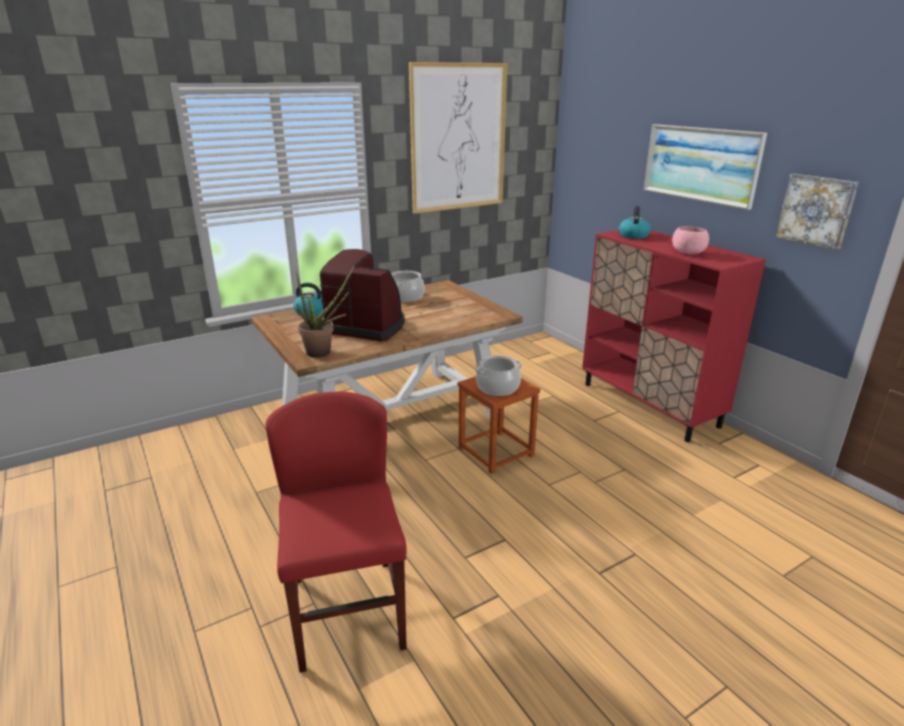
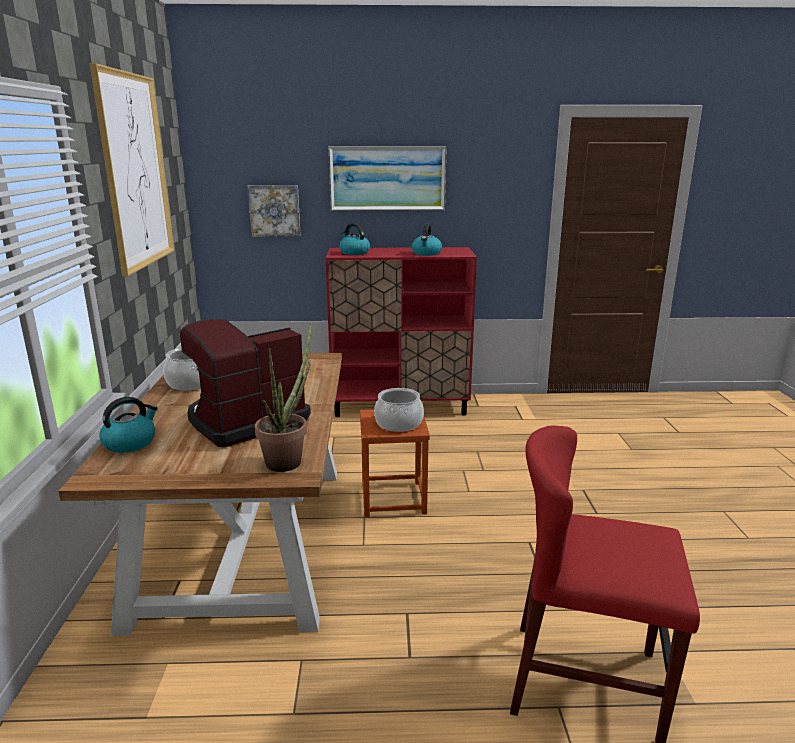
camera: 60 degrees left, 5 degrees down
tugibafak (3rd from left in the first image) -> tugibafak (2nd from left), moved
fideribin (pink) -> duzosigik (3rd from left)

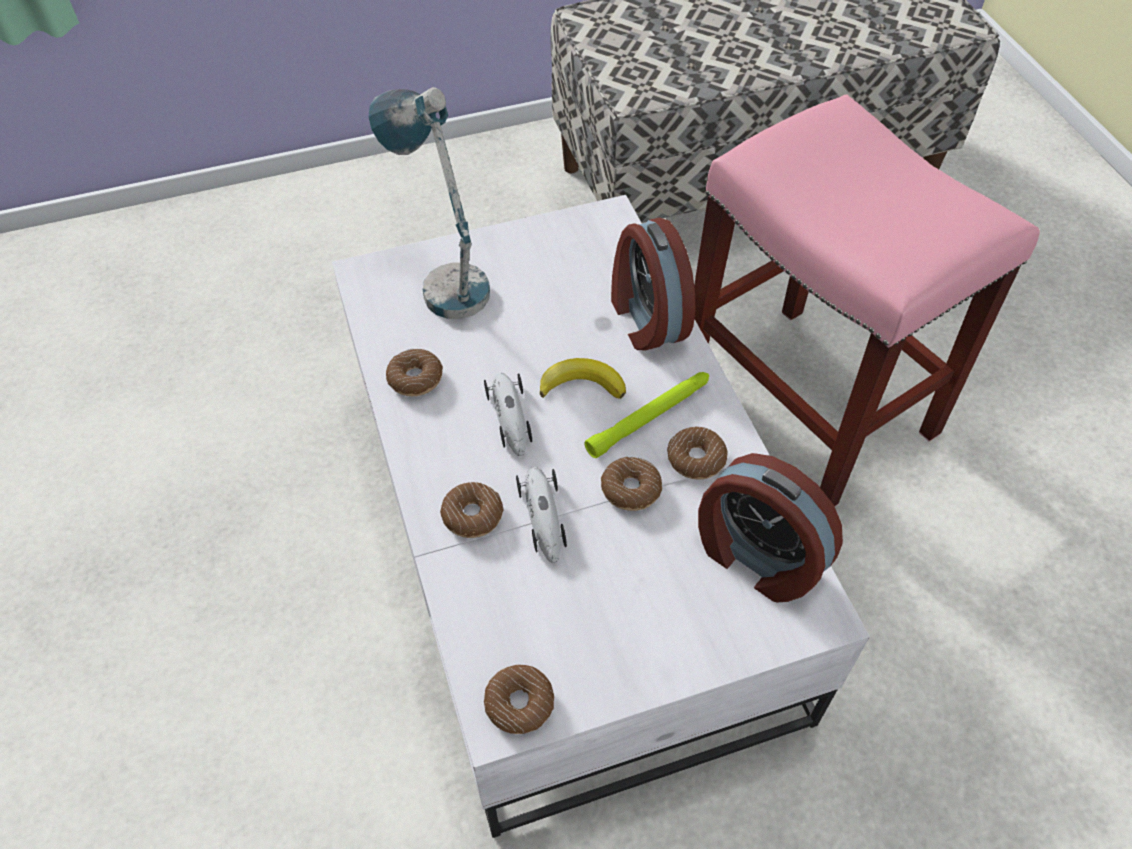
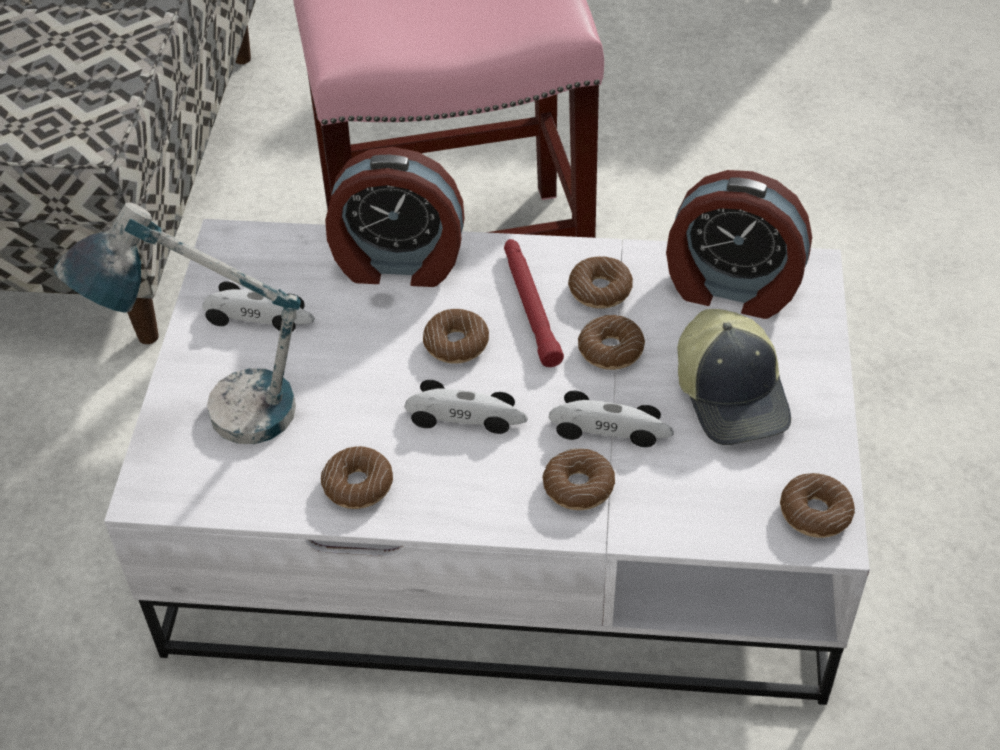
camera: 65 degrees left, 5 degrees down
none -> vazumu (1st from left)
none -> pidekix
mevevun -> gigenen (2nd from left)
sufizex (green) -> sufizex (red)
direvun (2nd from left), 45 degrees clockwise

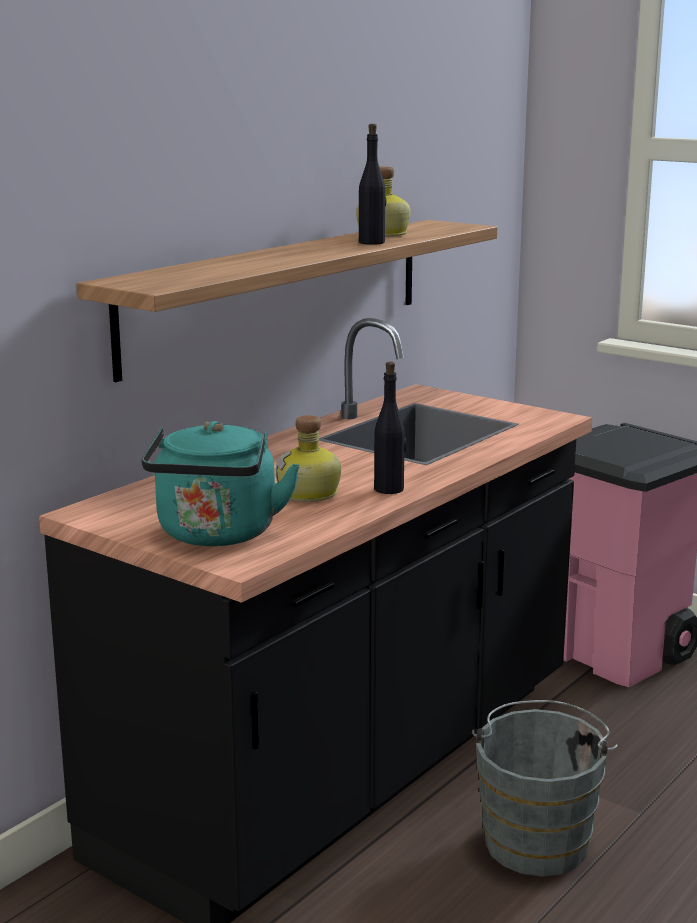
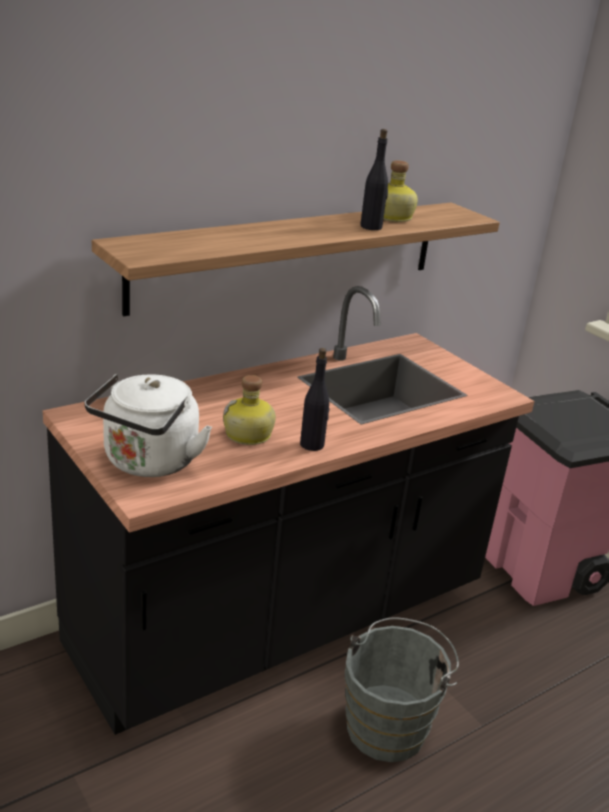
camera: 15 degrees right, 10 degrees up
duzosigik (turquoise) -> duzosigik (white)

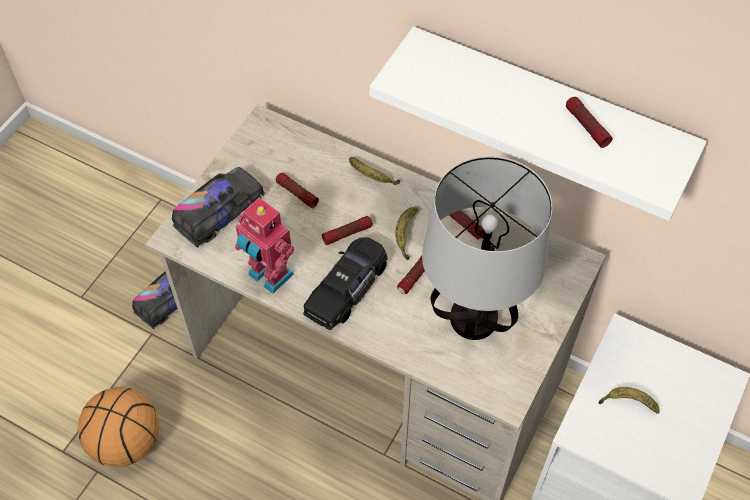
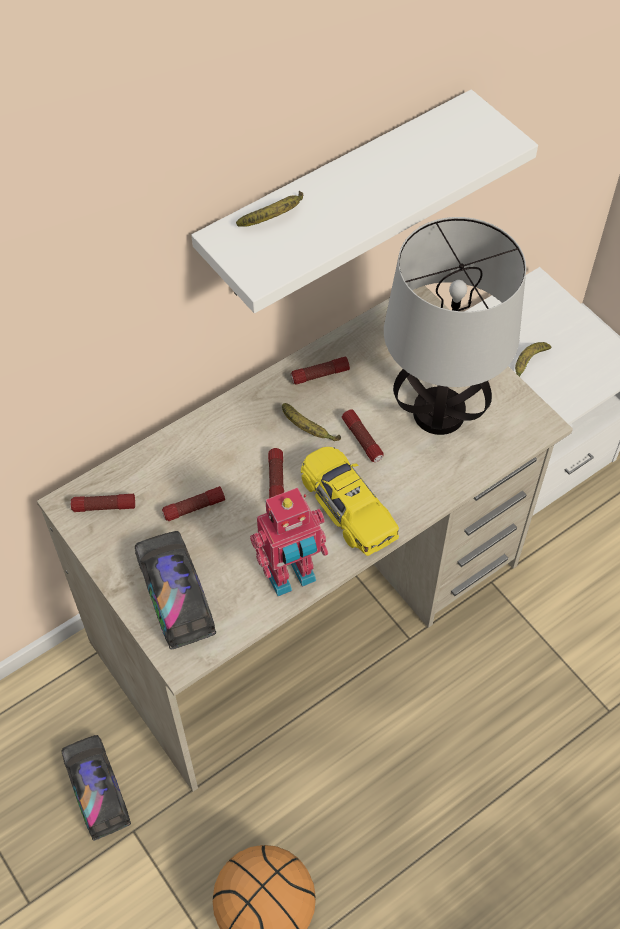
camera: 65 degrees left, 0 degrees up
mevevun (1st from left), moved
sufizex (5th from left in the first image) -> sufizex (1st from left), moved
vazumu (black) -> vazumu (yellow)

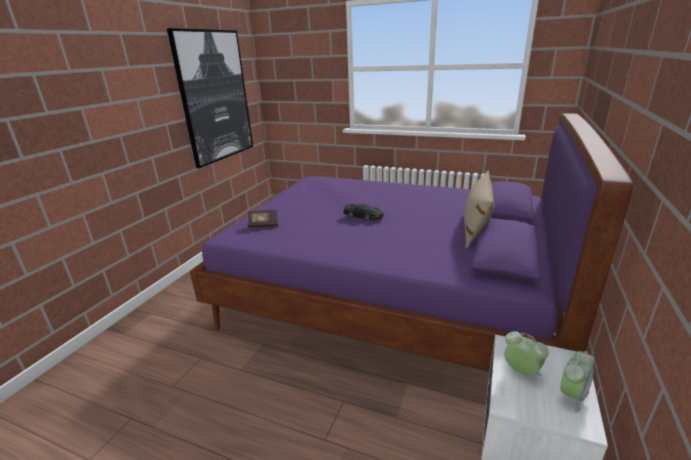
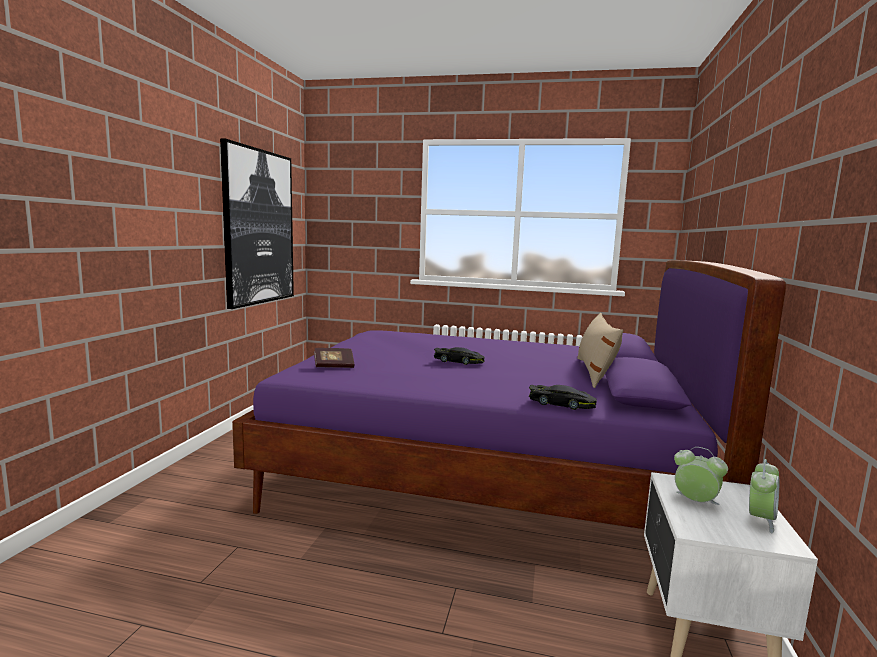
camera: 10 degrees left, 15 degrees down
none -> vazumu (black) (2nd from left)

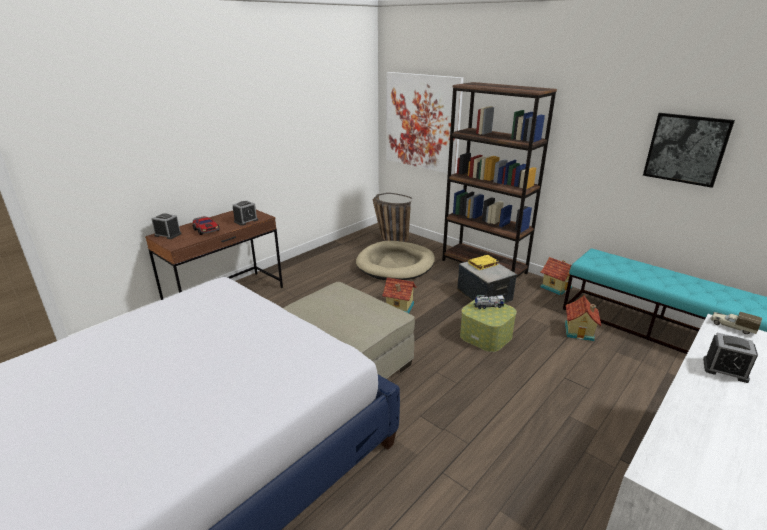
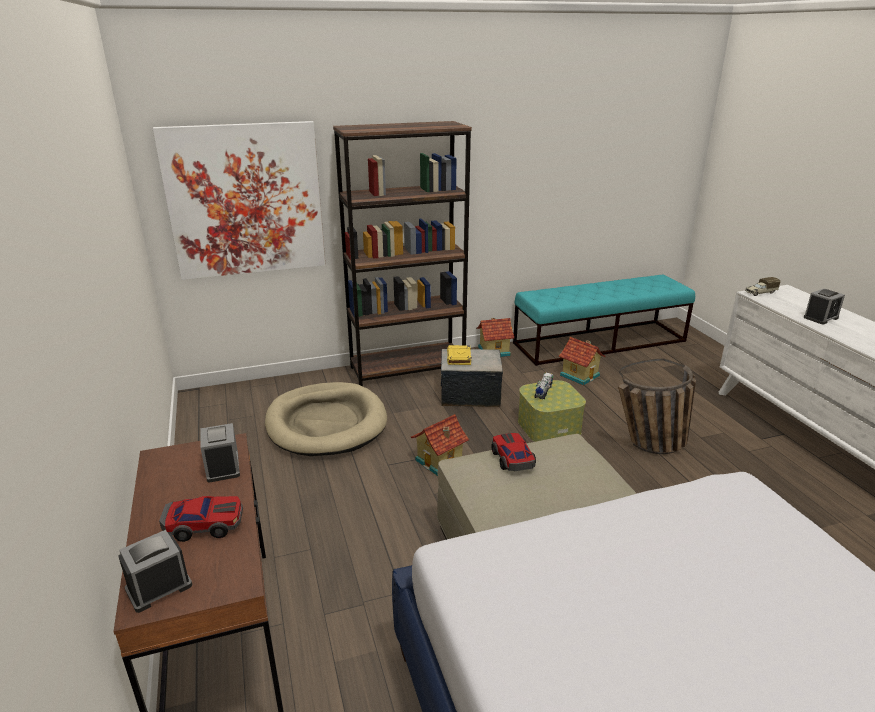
camera: 60 degrees left, 0 degrees up
tugibafak (2nd from left) -> none
none -> vazumu (2nd from left)
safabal, moved

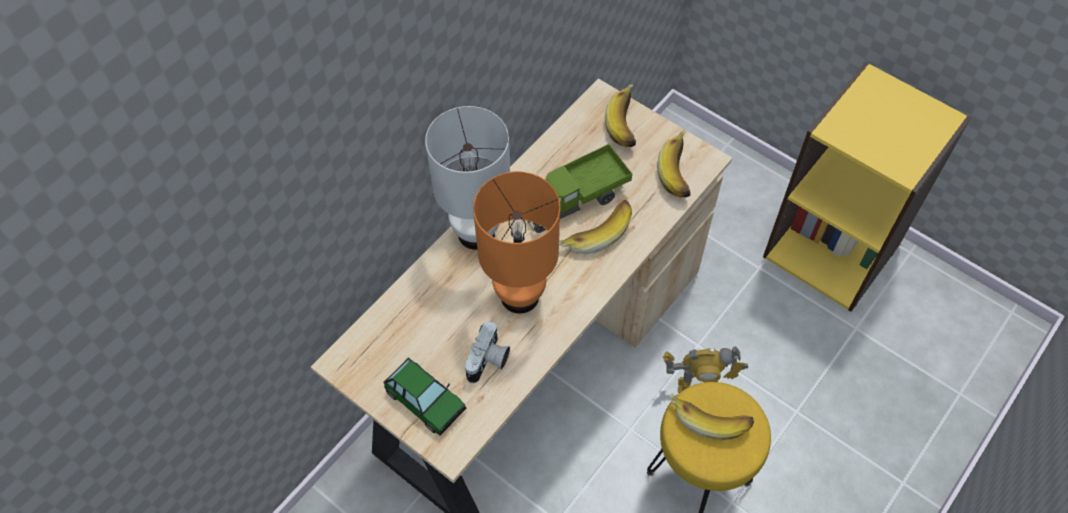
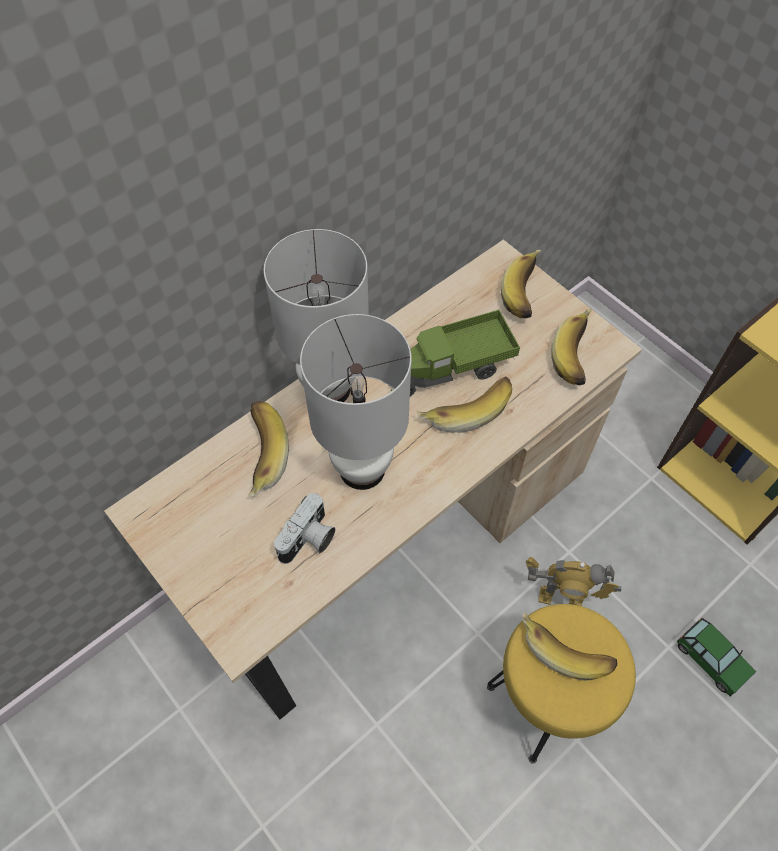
camera: 10 degrees right, 0 degrees up
none -> mevevun (1st from left)
vazumu, moved
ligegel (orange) -> ligegel (white) (2nd from left)

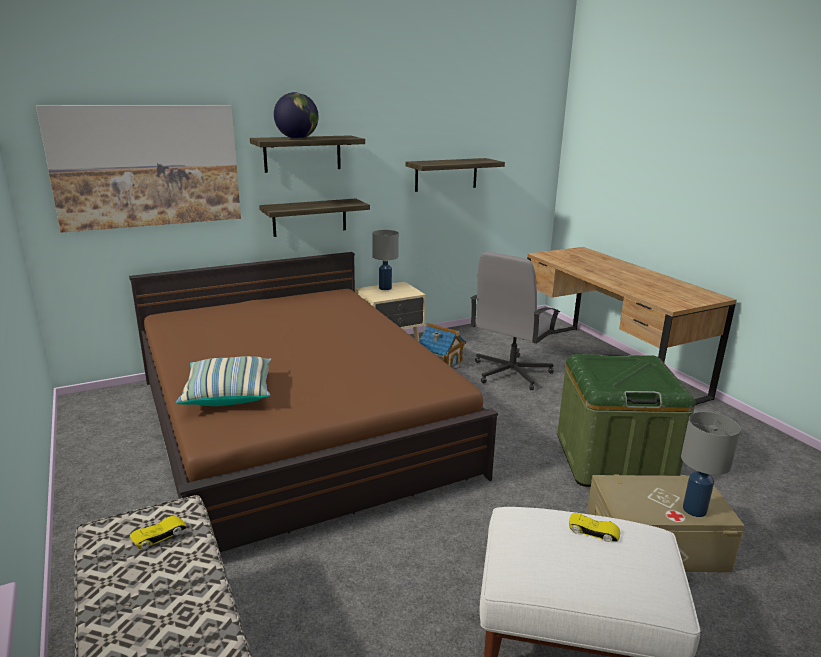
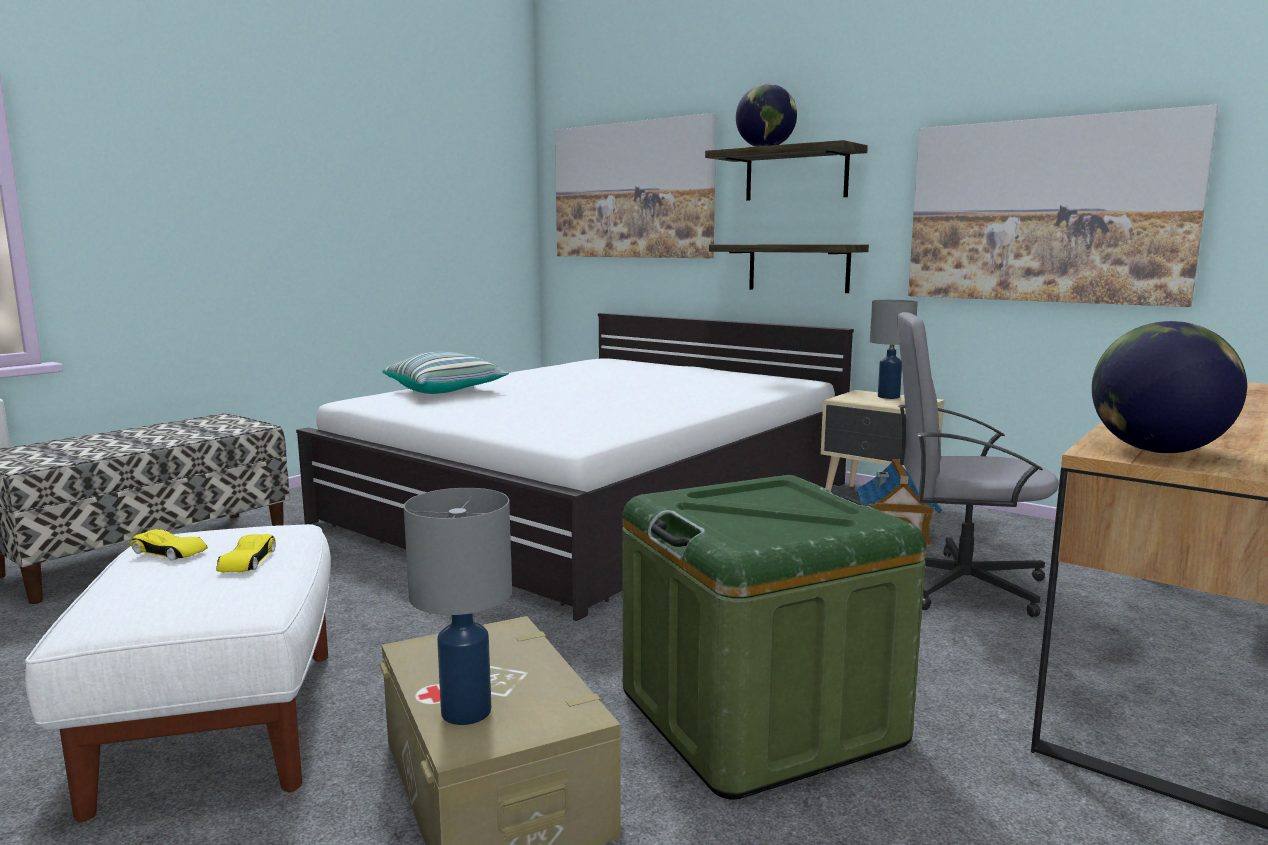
camera: 65 degrees right, 10 degrees down
none -> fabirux (2nd from left)
vazumu (yellow) (1st from left), moved
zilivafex (3rd from left) -> tugibafak (2nd from left)
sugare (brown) -> sugare (white)

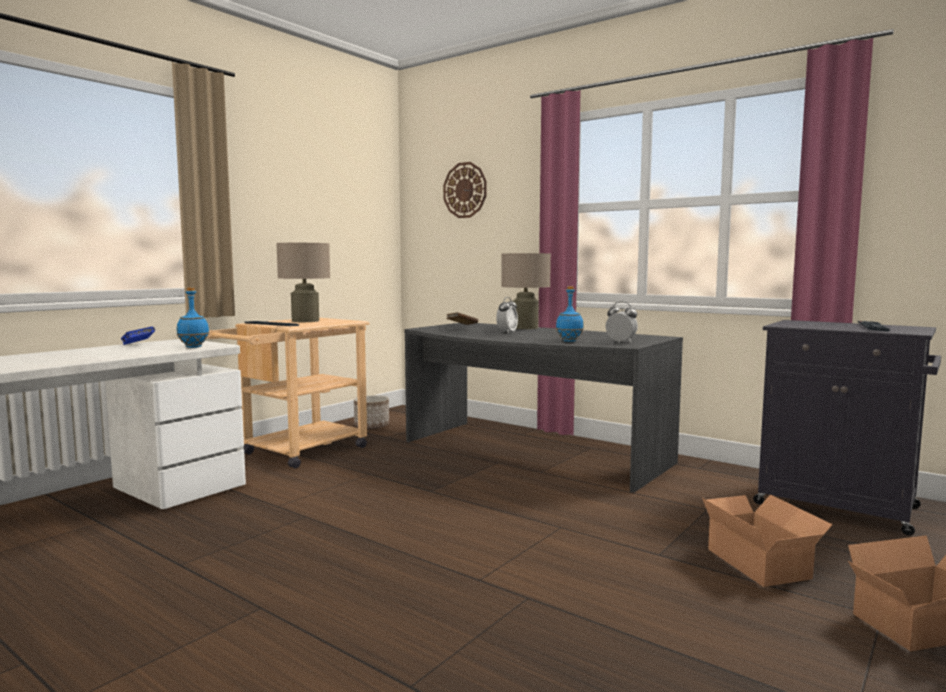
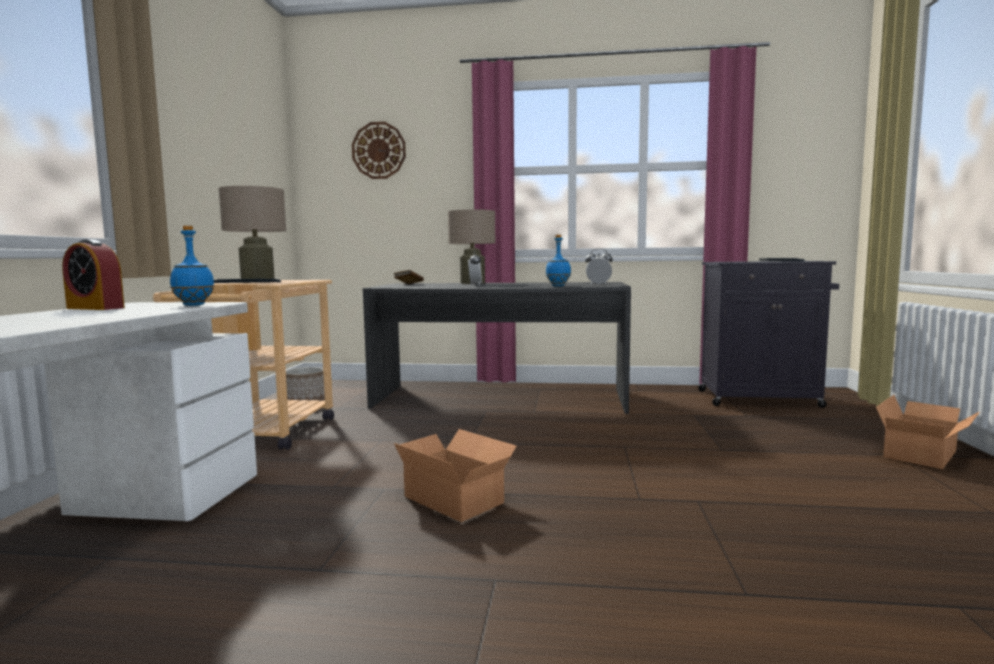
camera: 30 degrees left, 0 degrees up
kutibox (1st from left), moved
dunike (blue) -> direvun (1st from left)

